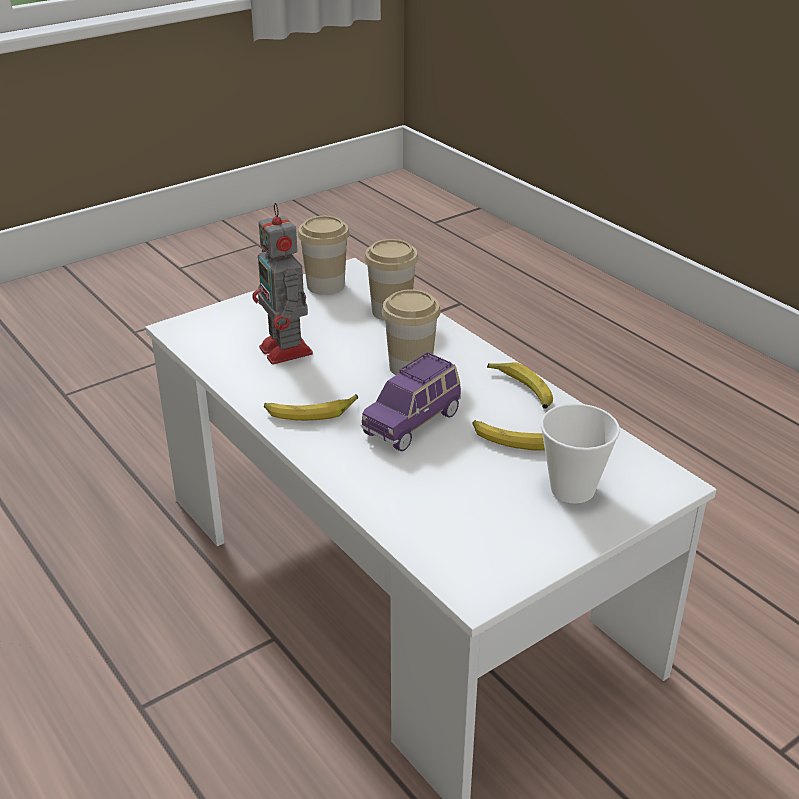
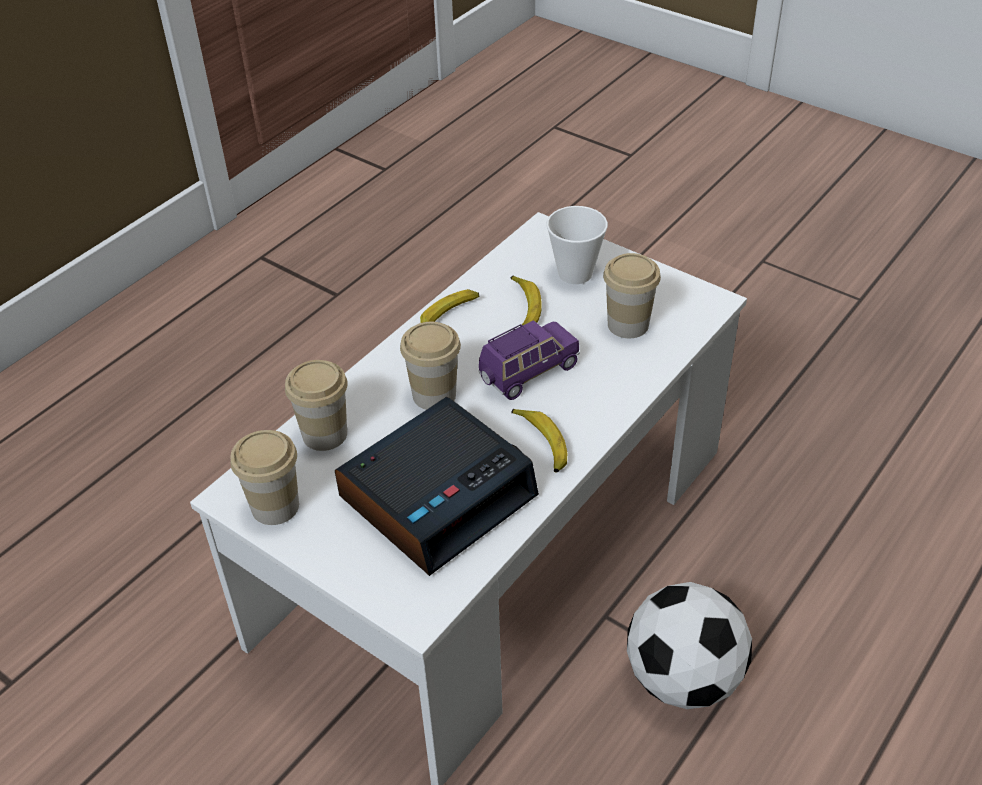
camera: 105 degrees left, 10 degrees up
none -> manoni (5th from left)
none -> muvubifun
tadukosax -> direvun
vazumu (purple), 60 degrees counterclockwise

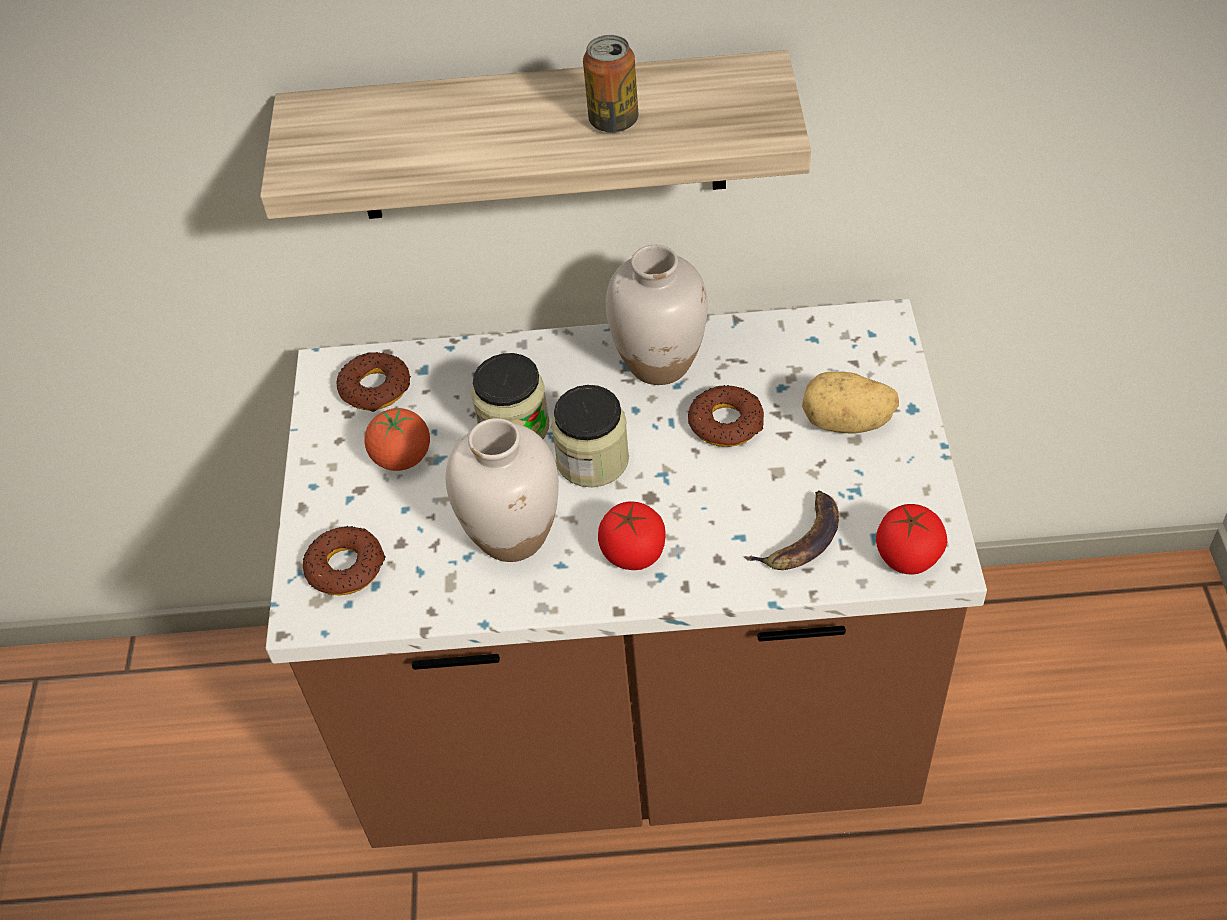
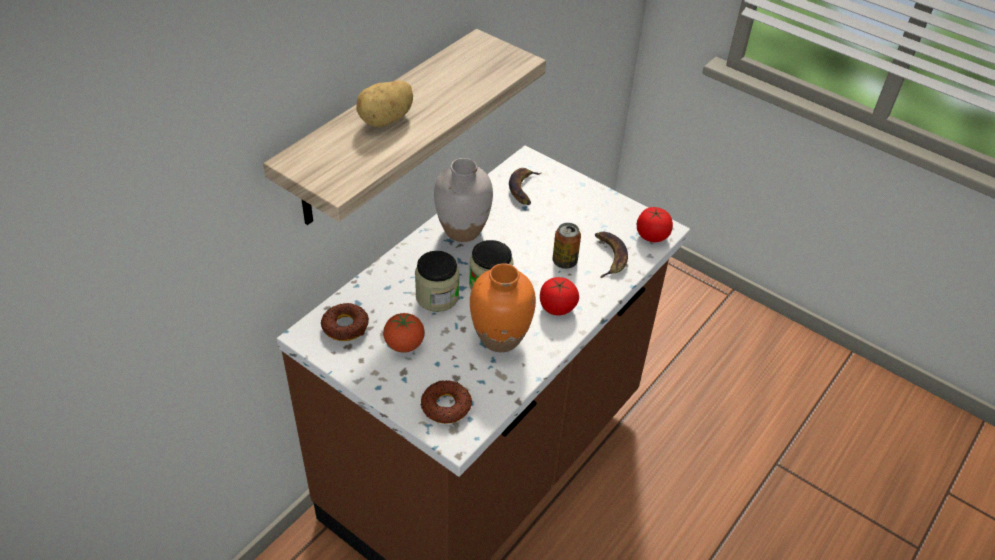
camera: 55 degrees left, 5 degrees down
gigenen (3rd from left) -> none
none -> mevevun (1st from left)
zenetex, moved
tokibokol, moved
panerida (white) (1st from left) -> panerida (orange)

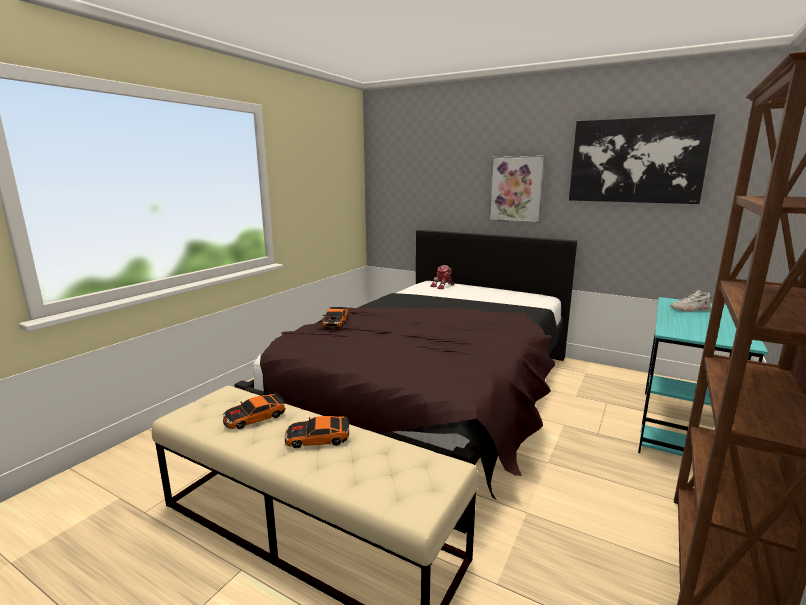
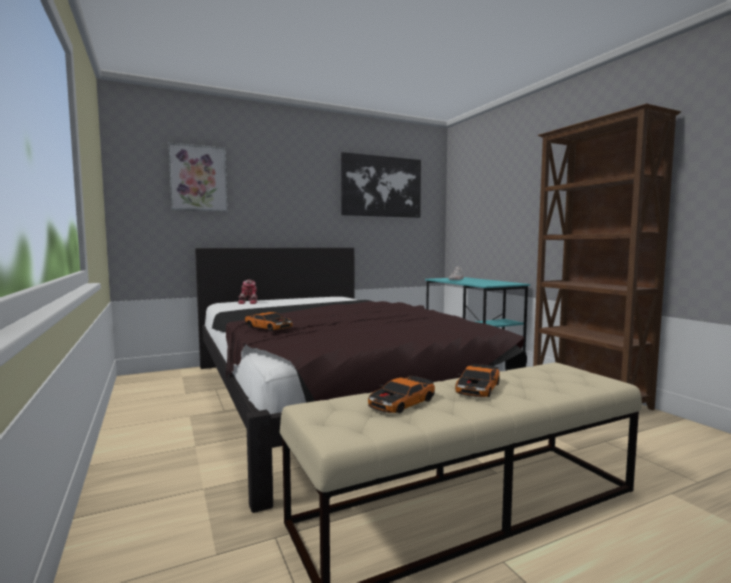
camera: 55 degrees left, 10 degrees down
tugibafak (1st from left), moved
vazumu (1st from left in the first image) -> vazumu (2nd from left), 45 degrees clockwise

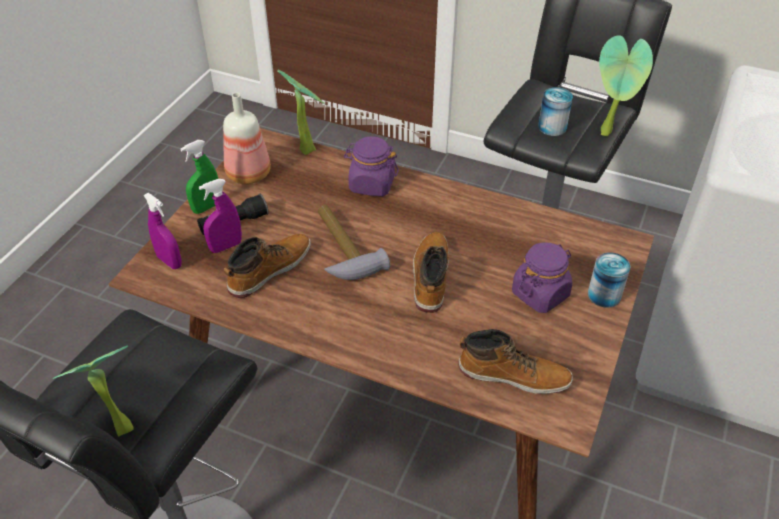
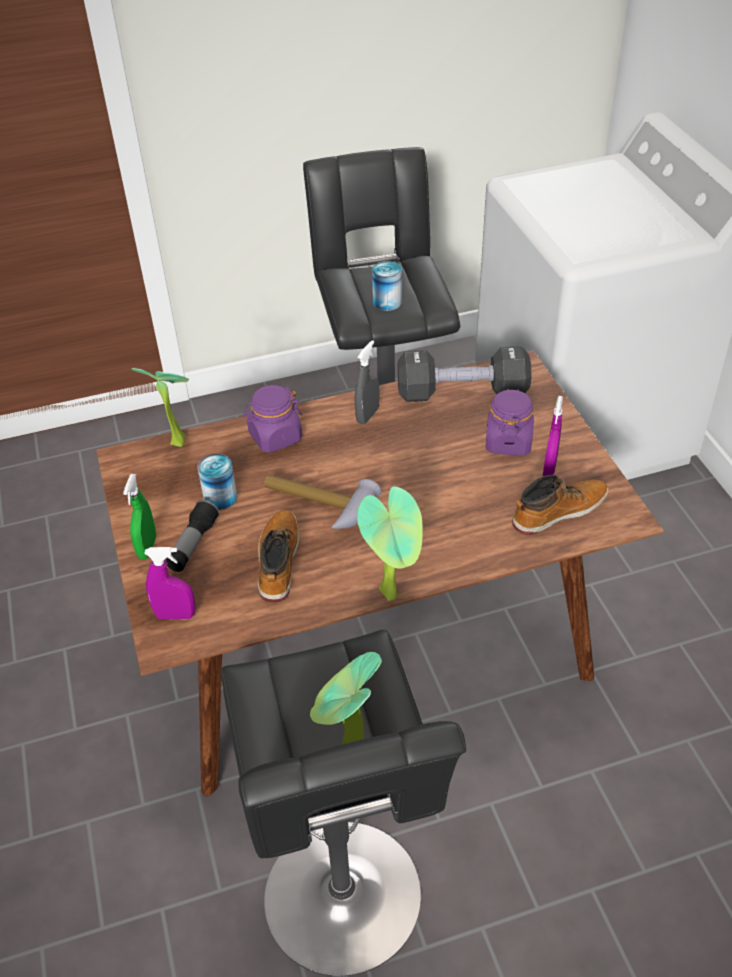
camera: 40 degrees left, 0 degrees up
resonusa -> none
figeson (2nd from left) -> none
none -> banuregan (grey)
none -> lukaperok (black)
banuregan (purple) (2nd from left), moved
zenetex (2nd from left in the first image) -> zenetex (1st from left), moved
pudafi (3rd from left), moved

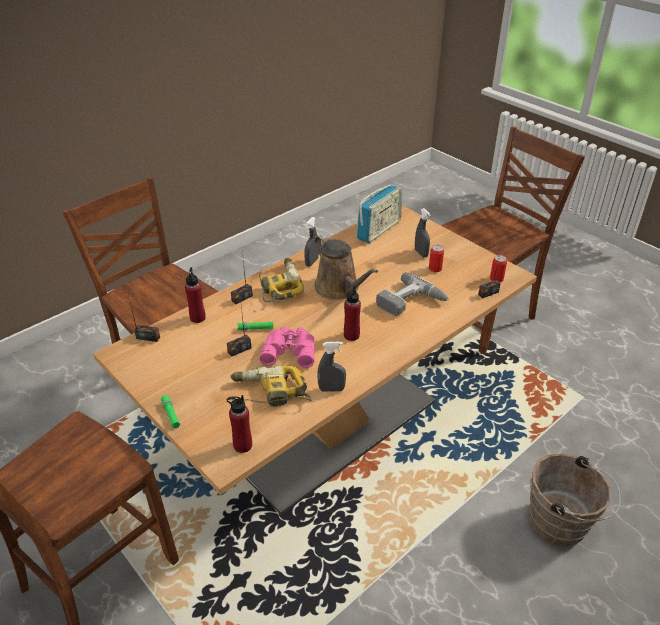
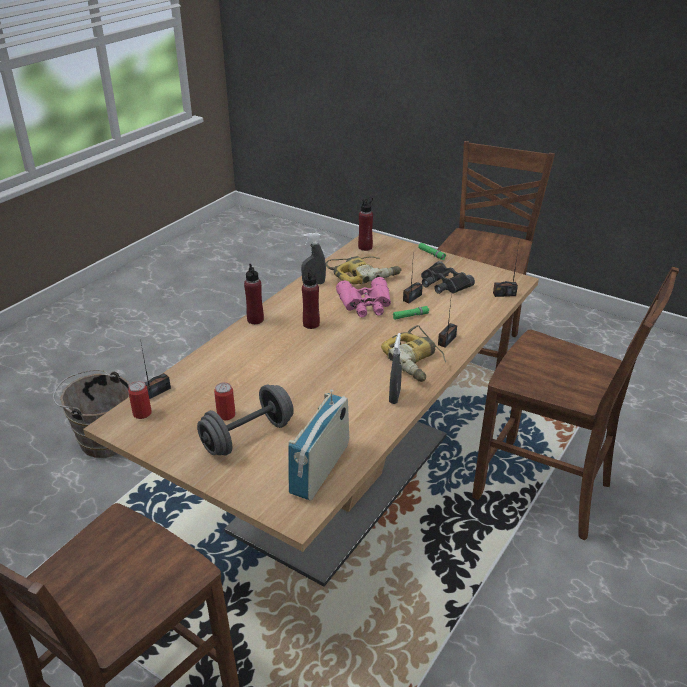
camera: 165 degrees right, 5 degrees down
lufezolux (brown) -> none
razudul (3rd from left) -> none
none -> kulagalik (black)
resonusa (red) (1st from left), moved
banuregan (grey) (3rd from left) -> lukaperok (grey)

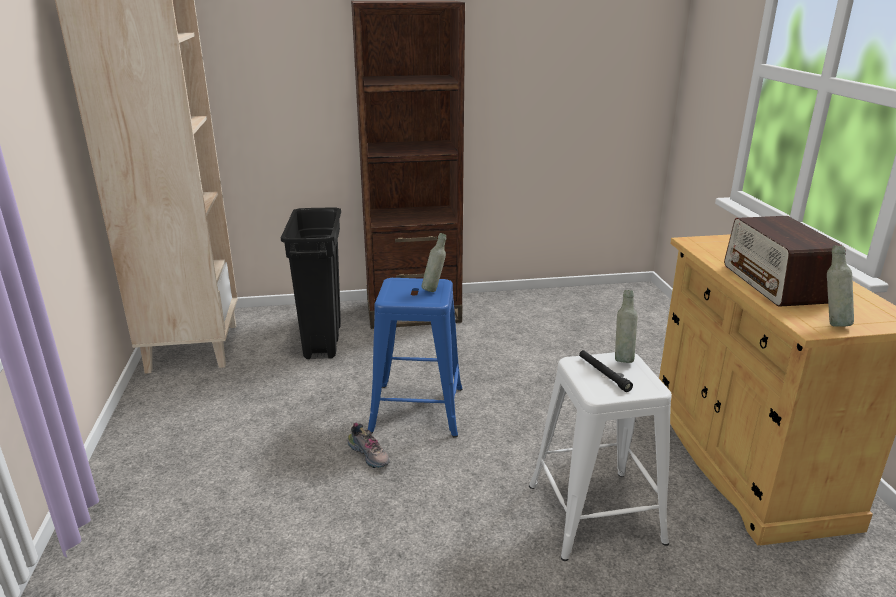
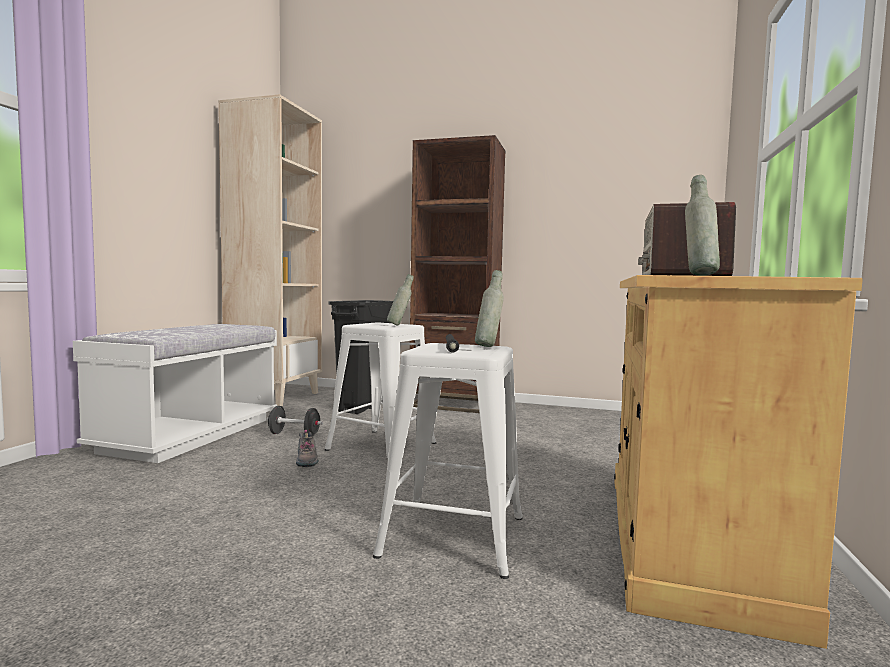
camera: 25 degrees right, 20 degrees down
none -> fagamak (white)
none -> lukaperok (black)
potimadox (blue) -> potimadox (white) (1st from left)

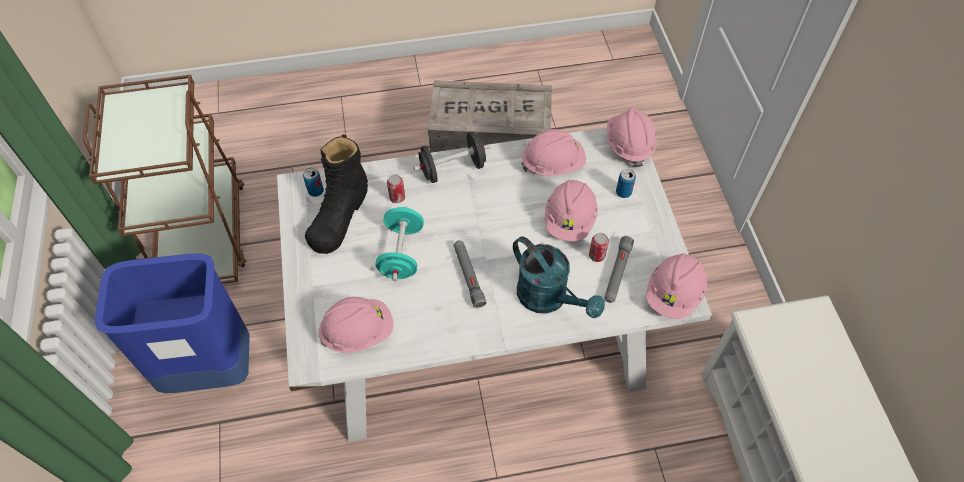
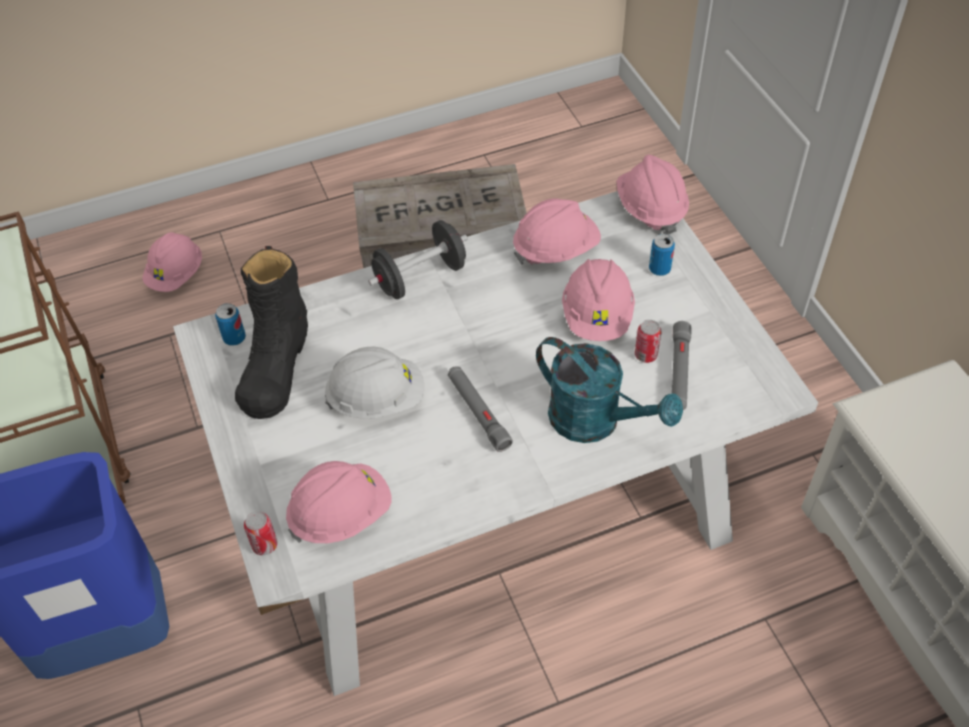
camera: 10 degrees left, 5 degrees down
zenetex (2nd from left), moved
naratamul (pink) (5th from left in the first image) -> naratamul (pink) (1st from left), moved
lukaperok (turquoise) -> naratamul (white)

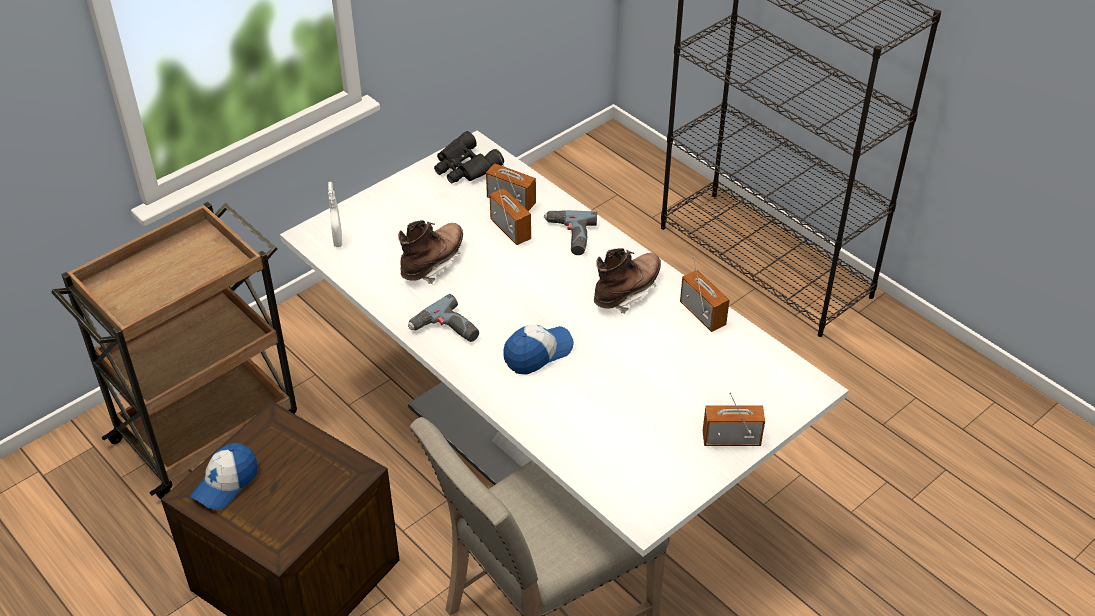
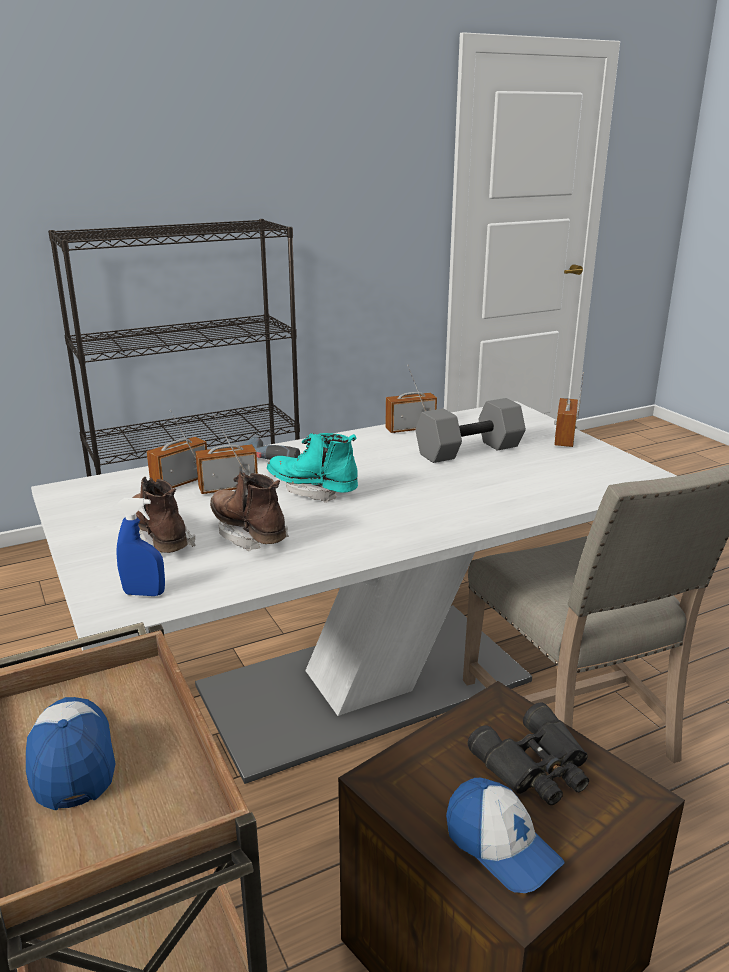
camera: 75 degrees left, 20 degrees down
razudul (1st from left) -> none
none -> figeson (turquoise)
none -> lukaperok (grey)
kulagalik (black), moved
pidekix (2nd from left in the first image) -> pidekix (1st from left), moved
figeson (brown) (2nd from left in the first image) -> figeson (brown) (1st from left), moved
banuregan (white) -> banuregan (blue)

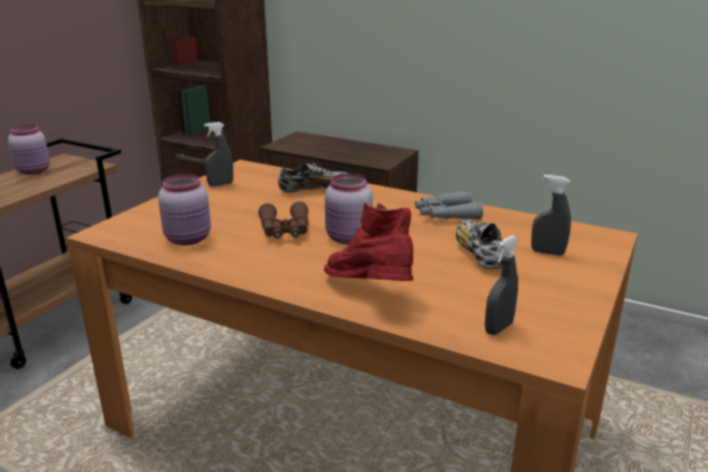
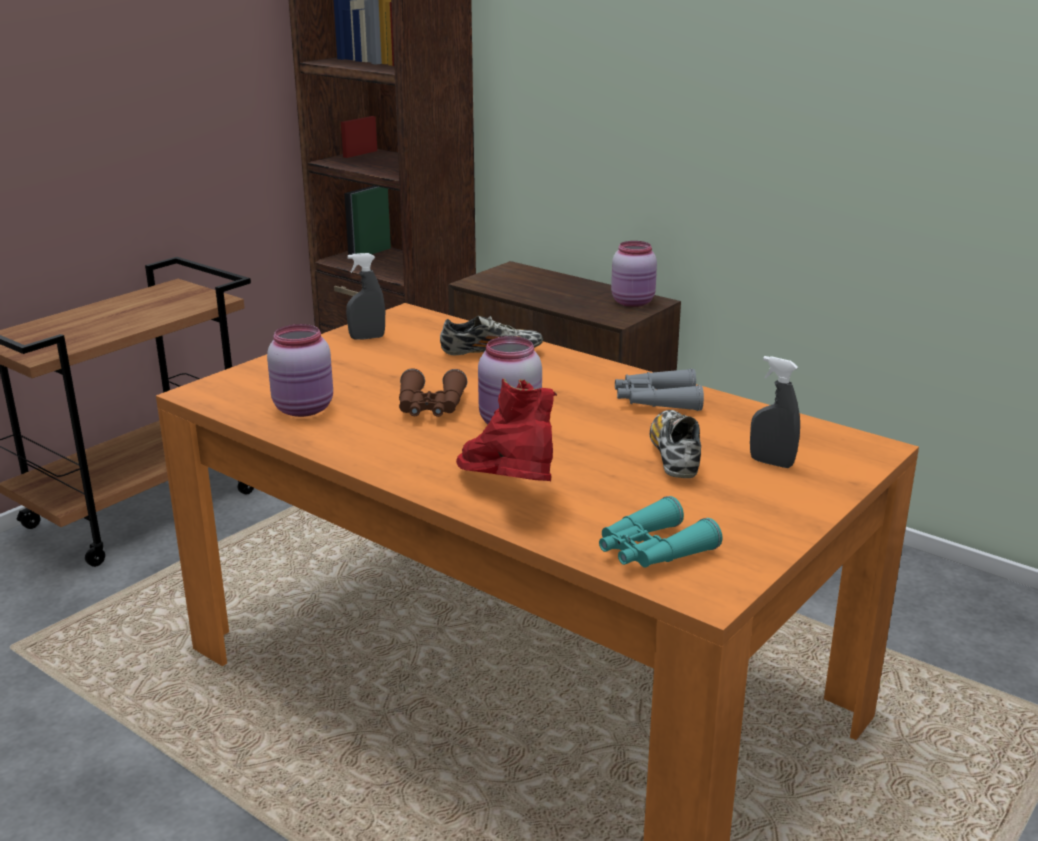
camera: 10 degrees right, 0 degrees up
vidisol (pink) (1st from left in the first image) -> vidisol (pink) (3rd from left), moved
banuregan (grey) (2nd from left) -> kulagalik (turquoise)

